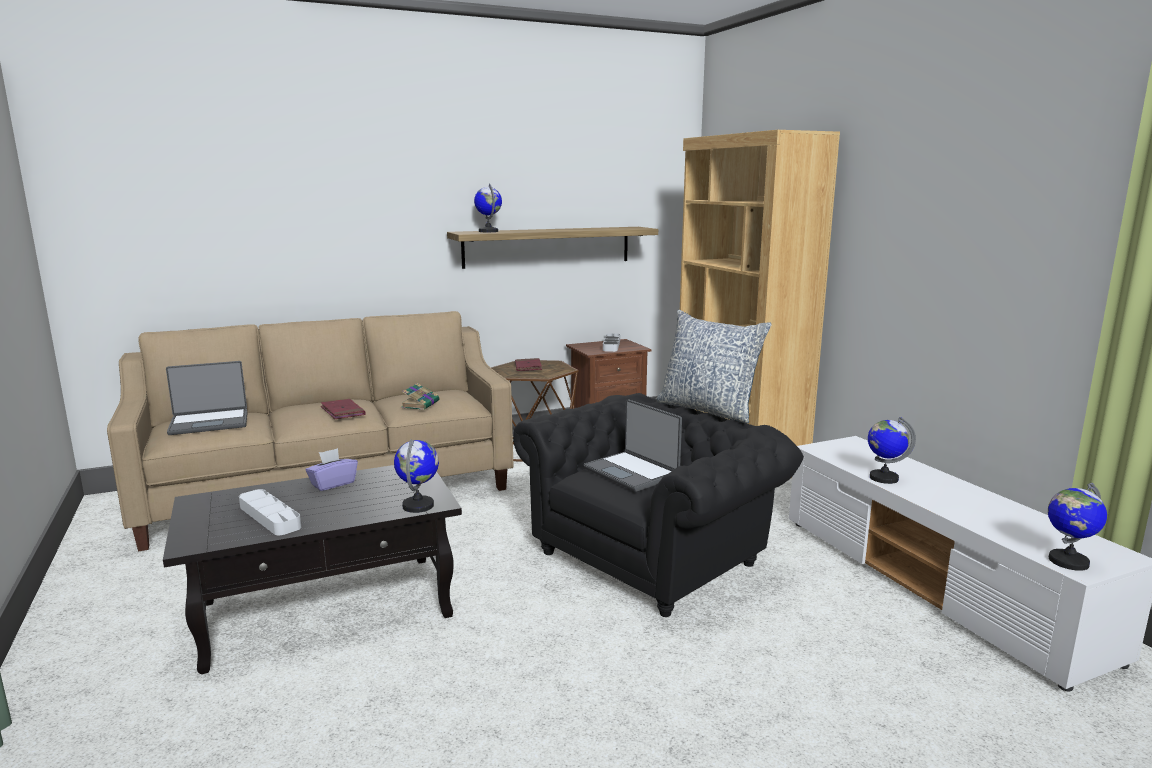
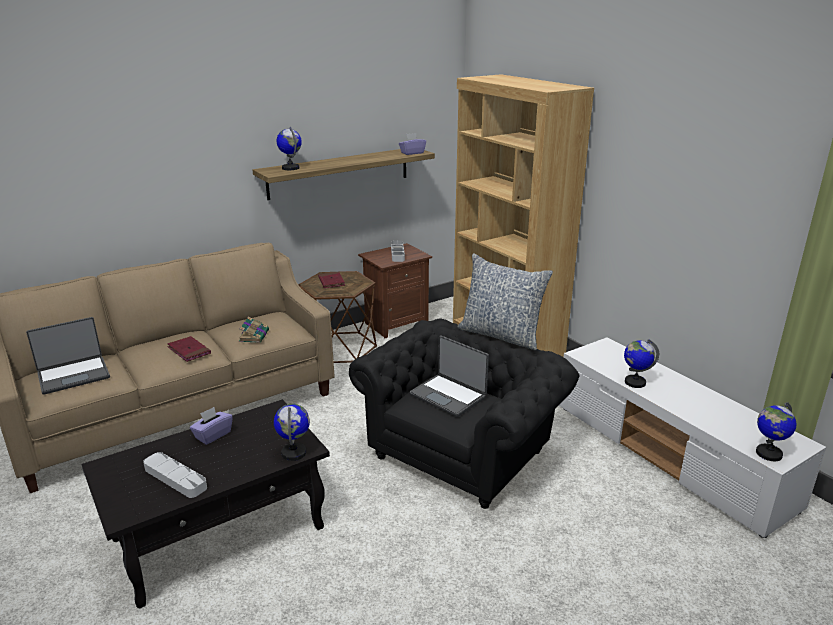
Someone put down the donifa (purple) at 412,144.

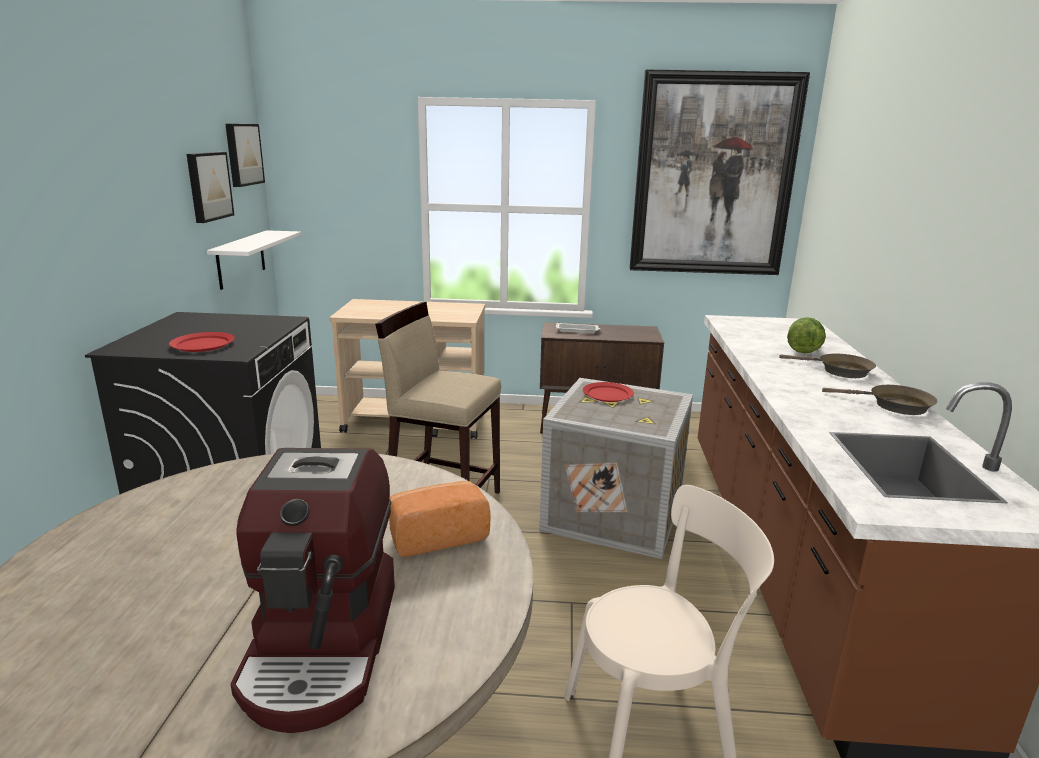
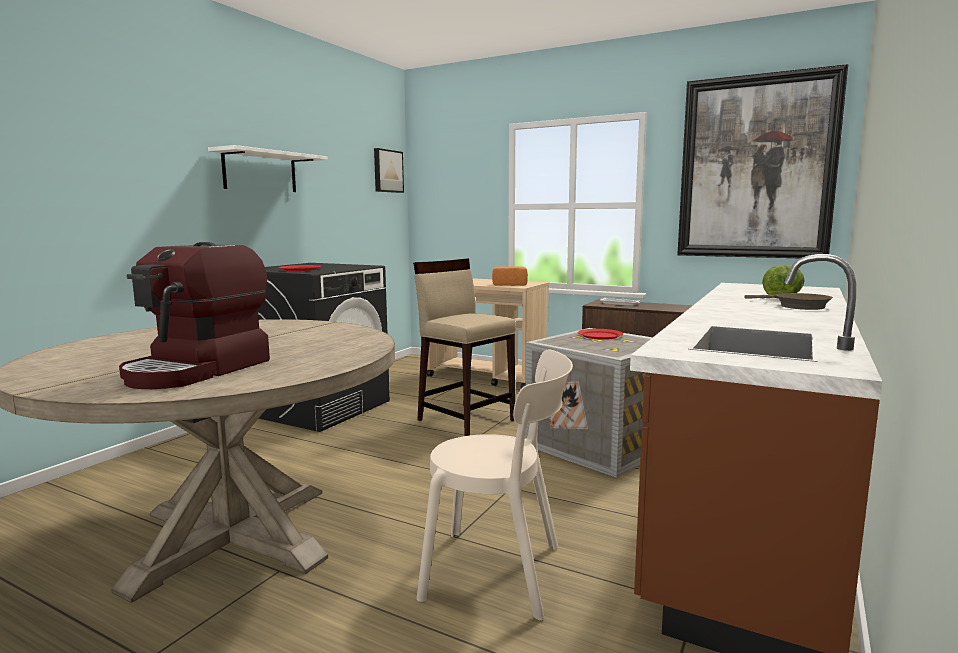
Someone took away the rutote at 210,187.
Someone took away the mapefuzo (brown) at 879,400.
Someone carried the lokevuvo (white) from 254,260 to 268,168.
Someone carried the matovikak from 440,519 to 510,276.

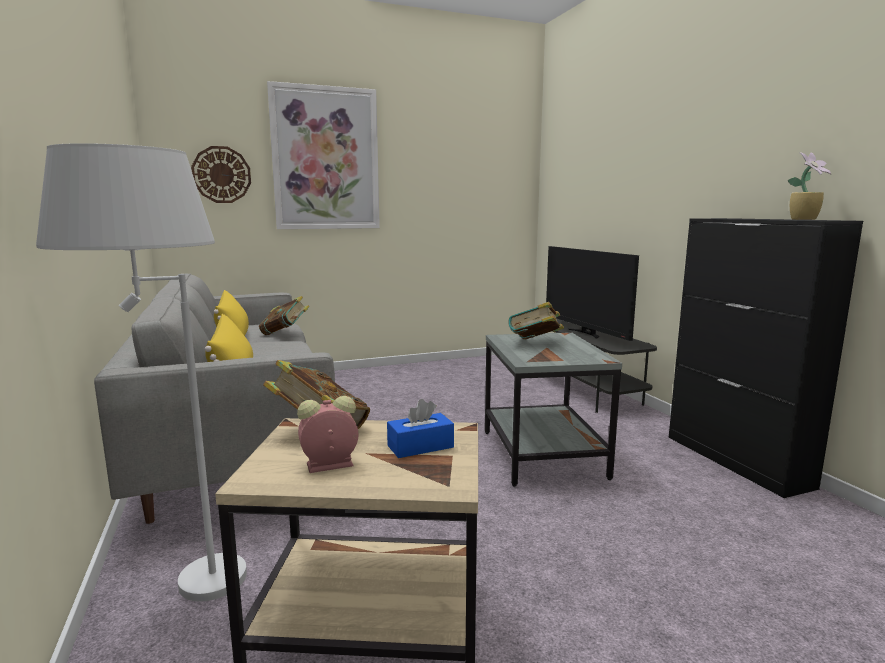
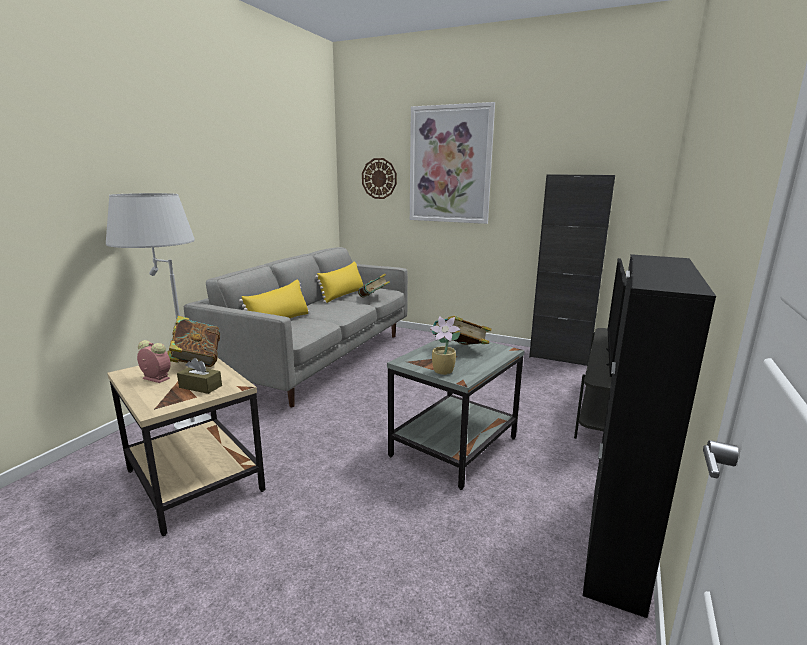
Someone put down the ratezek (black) at 572,270.
Someone carried the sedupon from 809,186 to 445,346.
Someone repainted the donifa (blue) at 420,428, which became the donifa (brown) at 199,376.

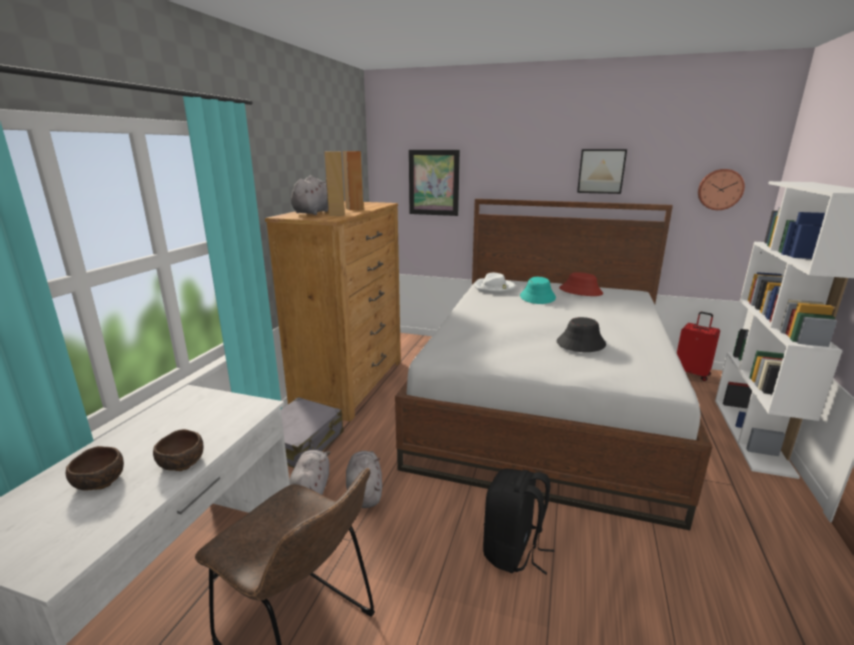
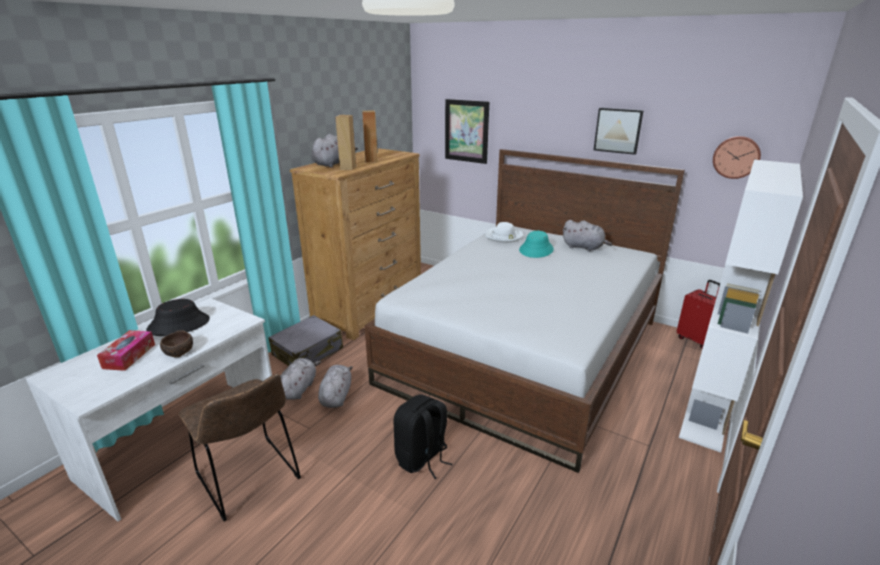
Someone carried the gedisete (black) from 581,334 to 178,317.
Someone swapped the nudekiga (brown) at 95,468 for the donifa at 126,350.
Someone swapped the gedisete (red) at 581,284 for the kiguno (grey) at 587,235.

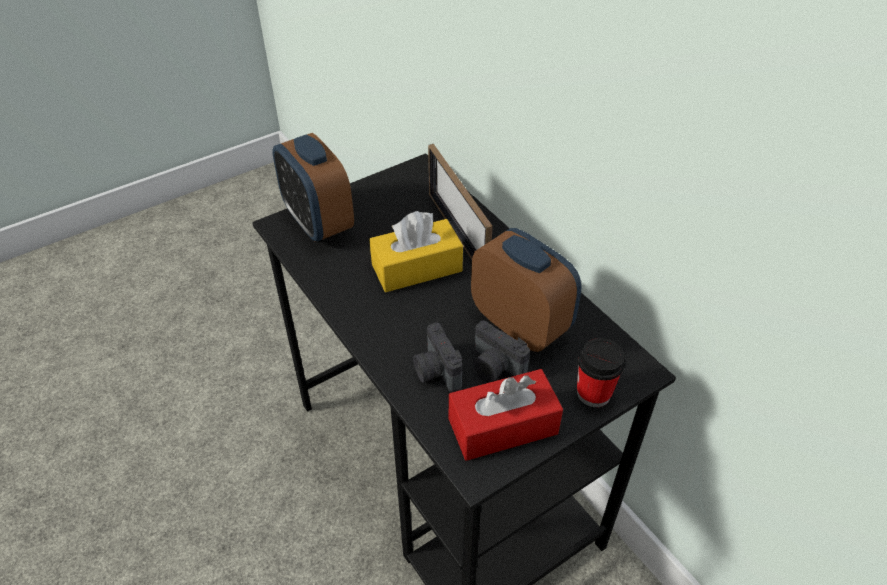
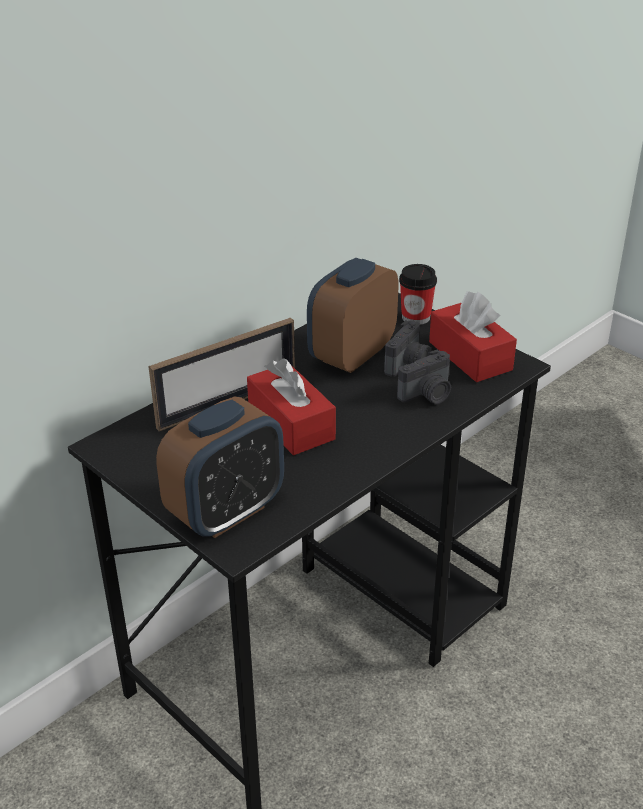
Someone repainted the donifa (yellow) at 416,251, which became the donifa (red) at 291,406.

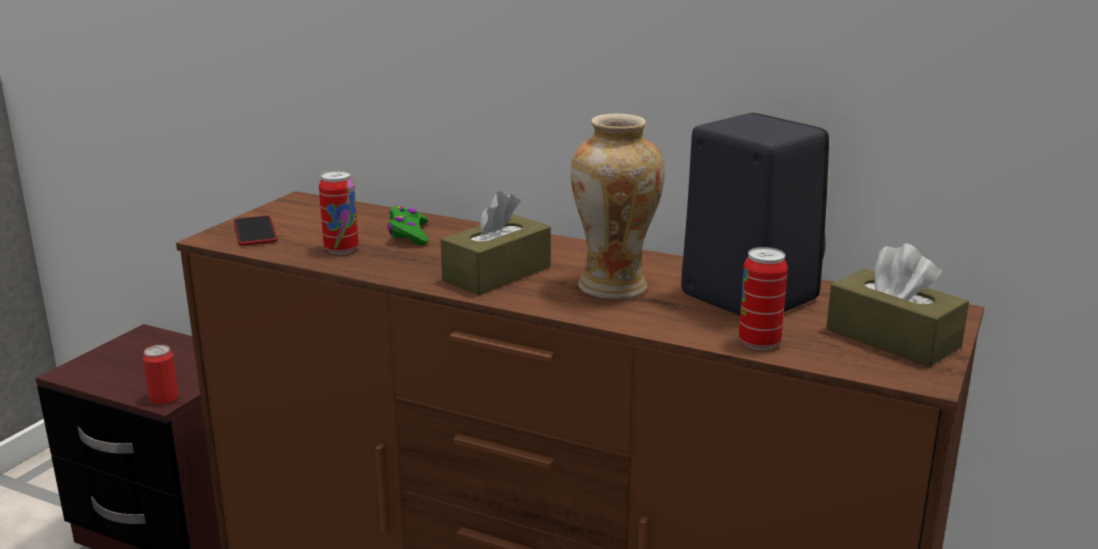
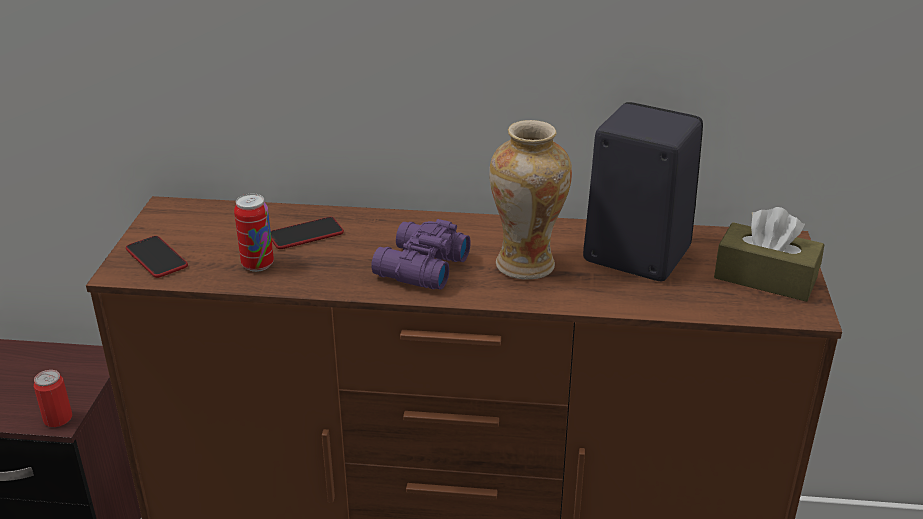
Someone took away the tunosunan at 763,298.
Someone swapped the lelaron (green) at 407,225 for the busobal at 307,233.
Someone swapped the donifa (brown) at 496,243 for the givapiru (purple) at 421,254.

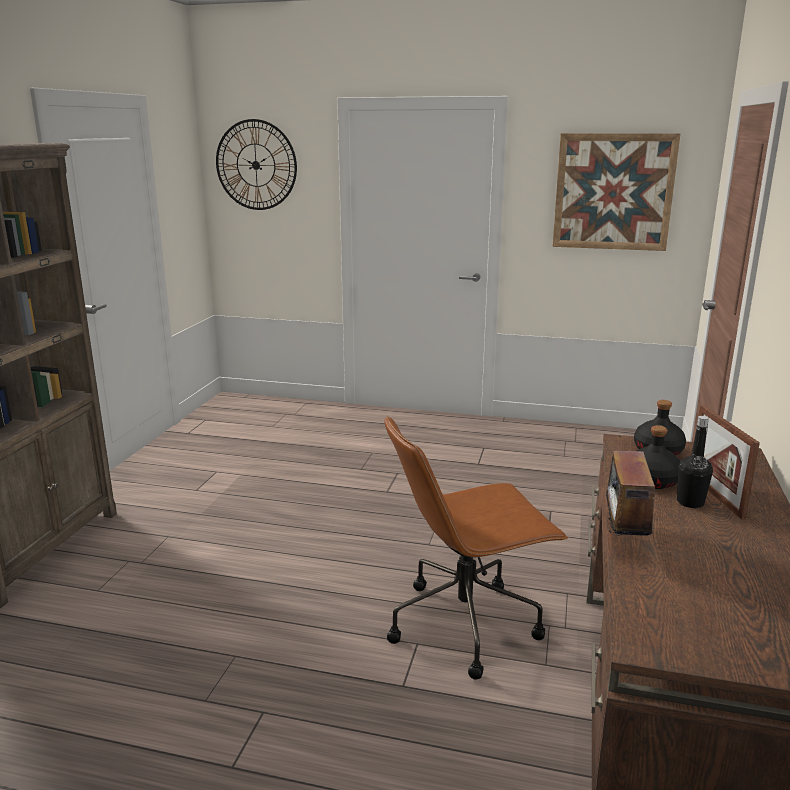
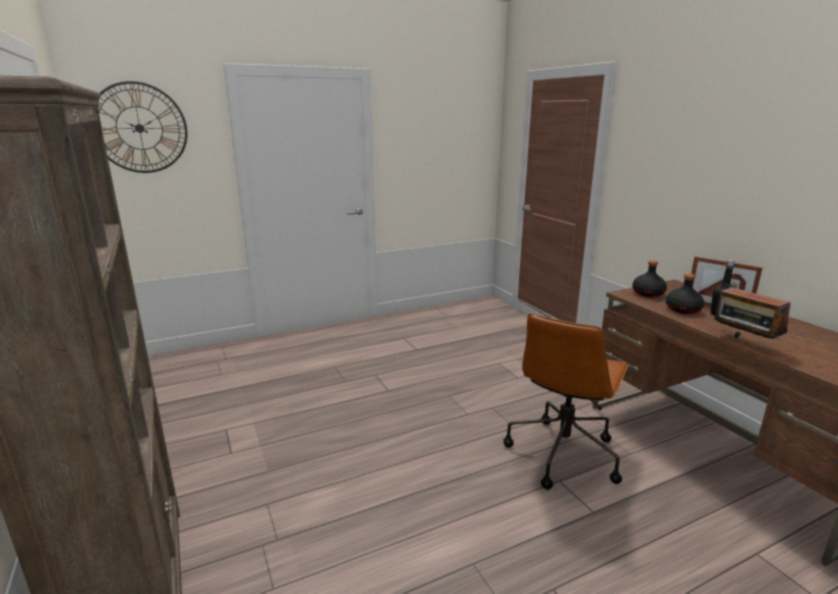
Someone took away the rutote at 616,192.

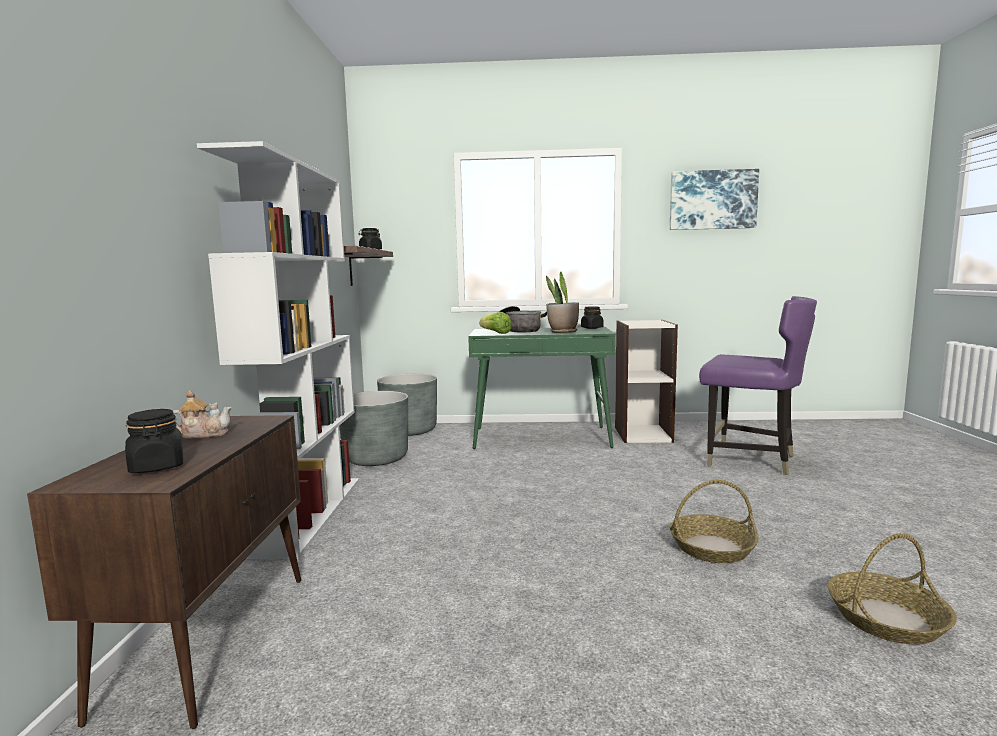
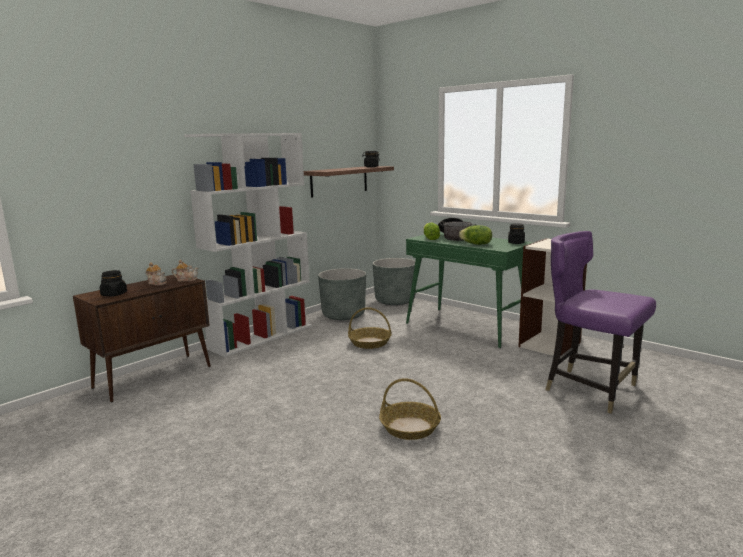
Someone took away the rutote at 714,199.
Someone put down the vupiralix at 185,270.
Someone carried the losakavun from 892,588 to 370,328.
Someone swapped the sedupon at 562,302 for the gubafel at 475,235.
Someone rotated the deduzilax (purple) at 758,385 by 150 degrees clockwise.

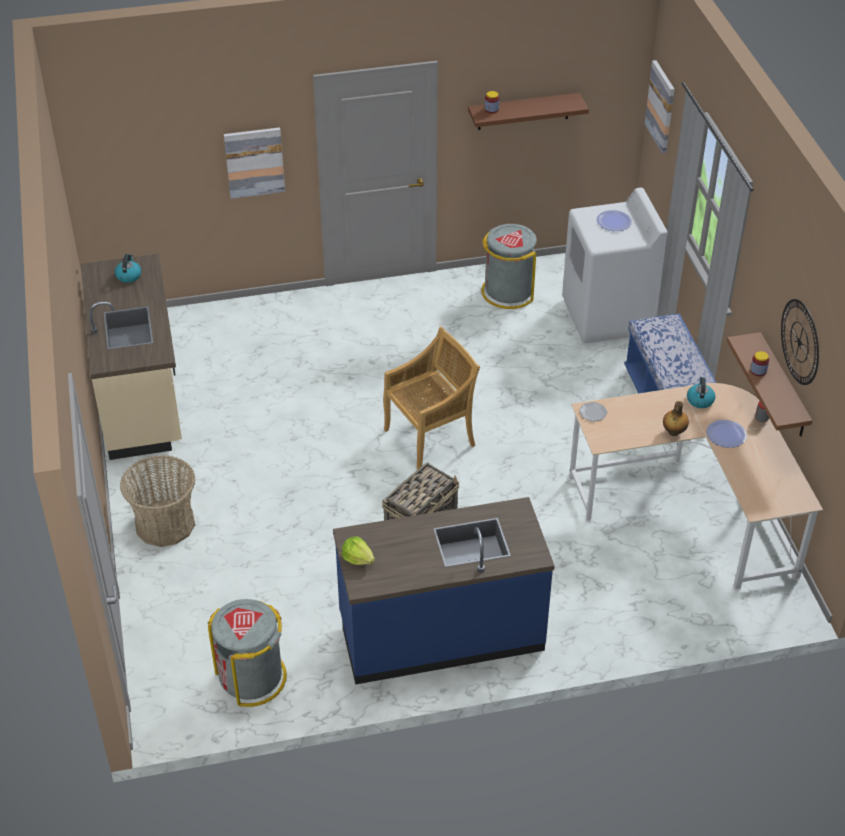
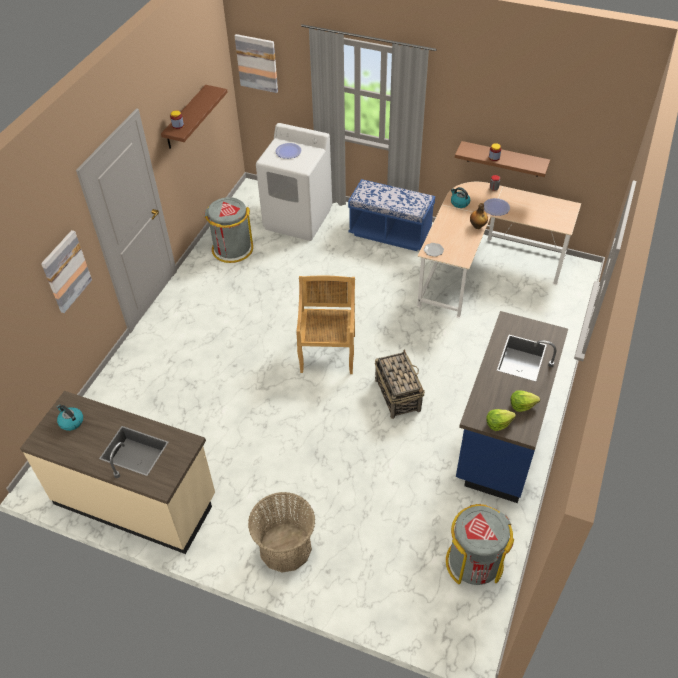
Someone took away the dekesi at 800,342.
Someone put down the gubafel at 525,401.

